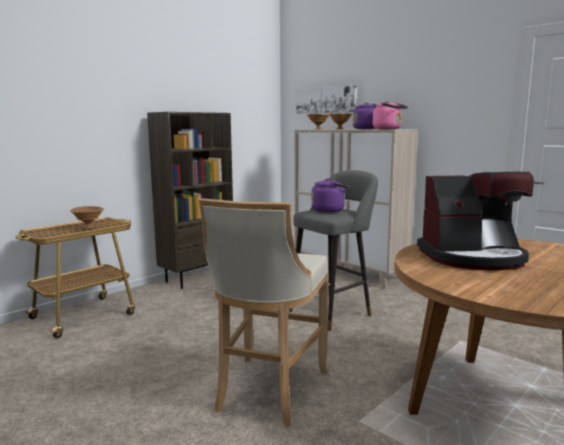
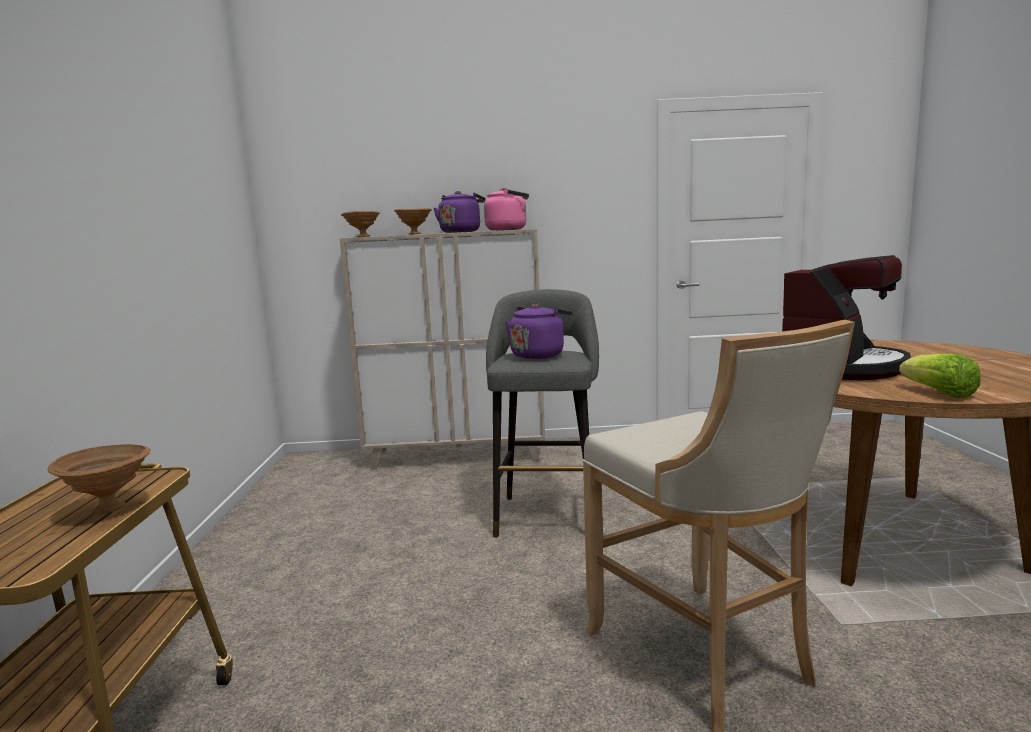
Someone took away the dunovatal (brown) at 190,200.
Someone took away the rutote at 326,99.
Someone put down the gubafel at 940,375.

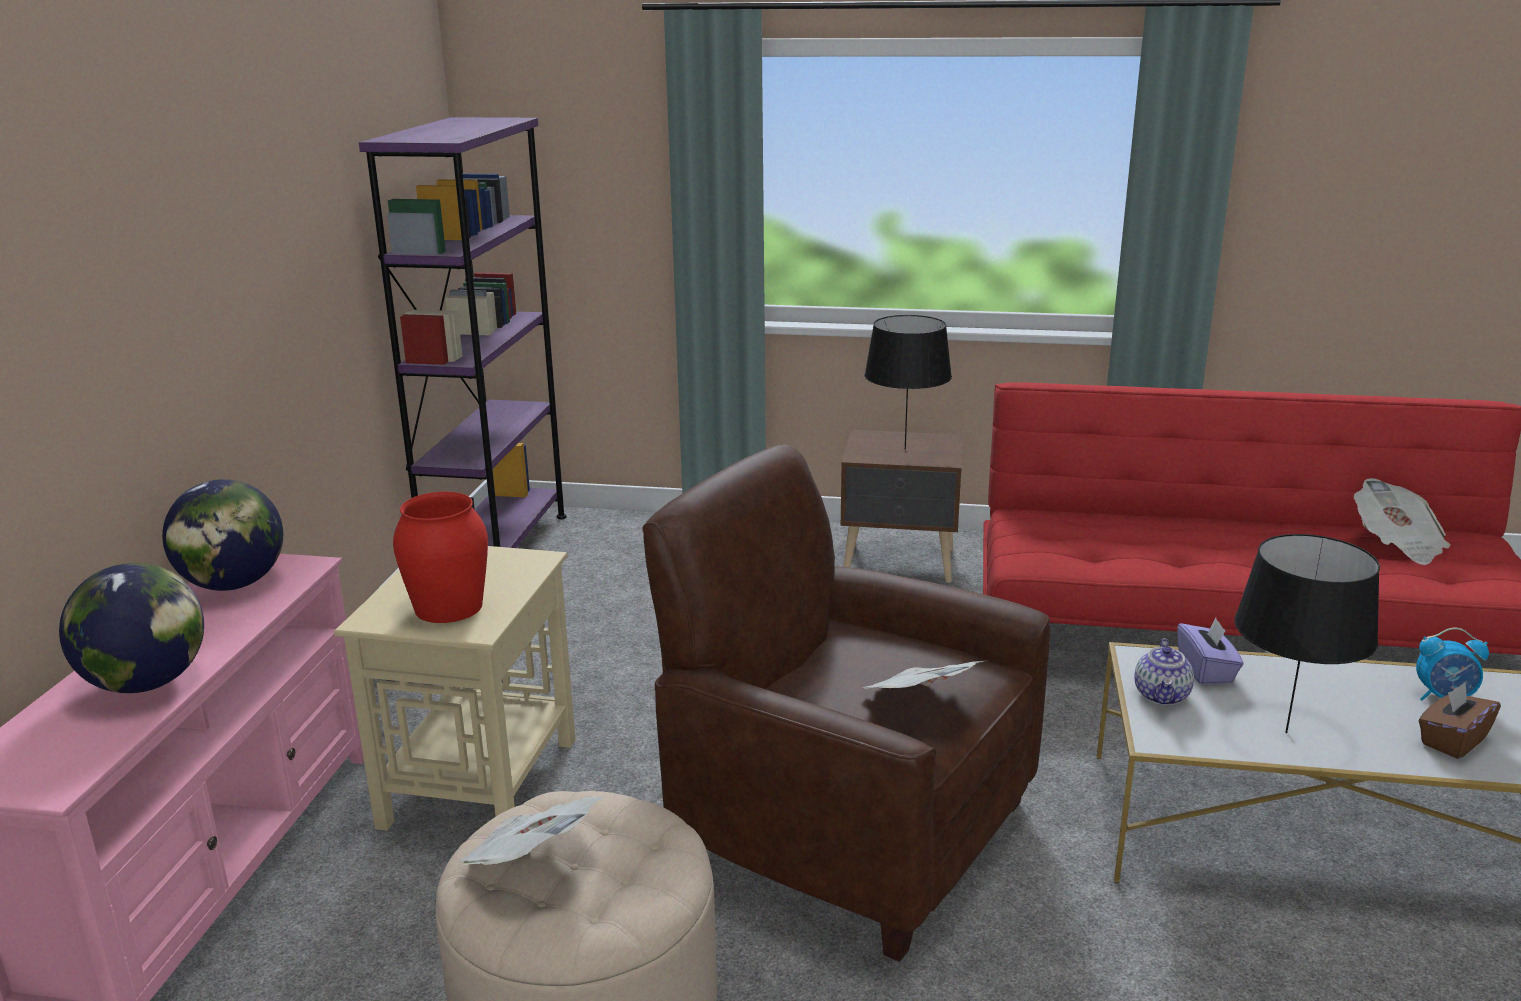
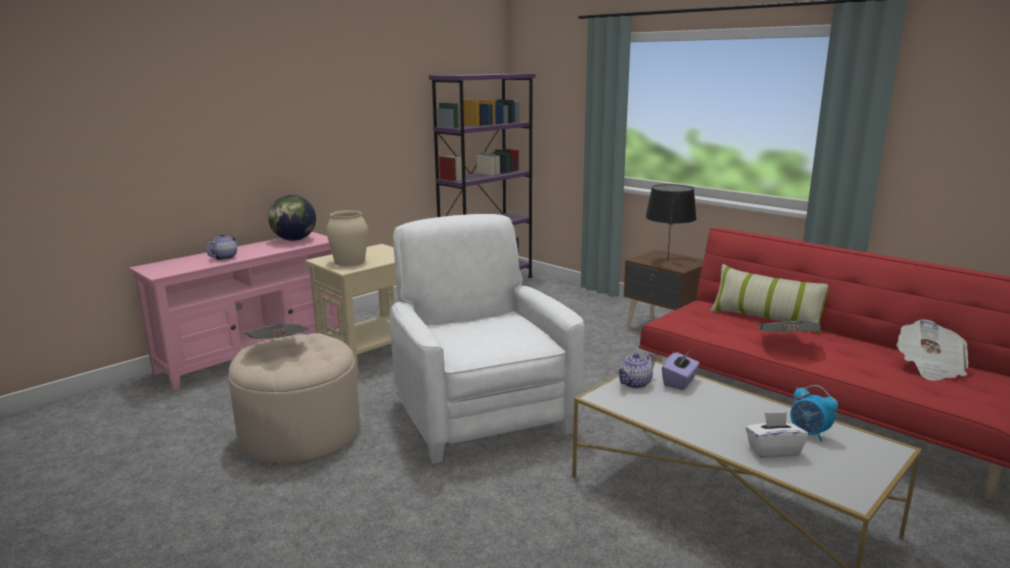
Someone took away the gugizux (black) at 1307,633.
Someone put down the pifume at 769,299.
Someone carried the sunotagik from 925,674 to 790,327.
Someone swapped the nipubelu at 131,628 for the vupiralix at 222,247.
Someone repainted the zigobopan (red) at 440,557, which became the zigobopan (beige) at 347,238.
Someone repainted the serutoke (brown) at 846,703, which became the serutoke (white) at 487,339.
Someone repainted the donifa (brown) at 1460,720, which became the donifa (white) at 776,435.

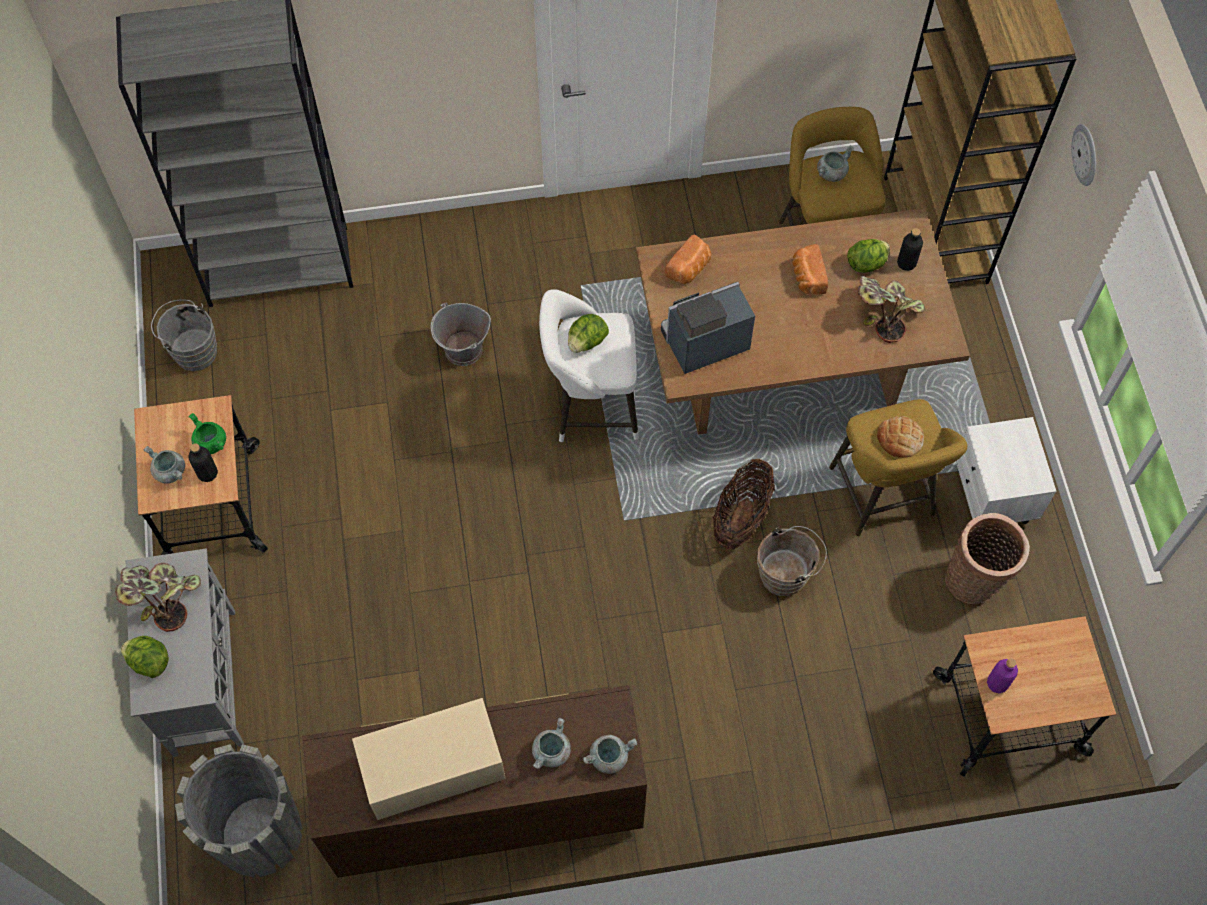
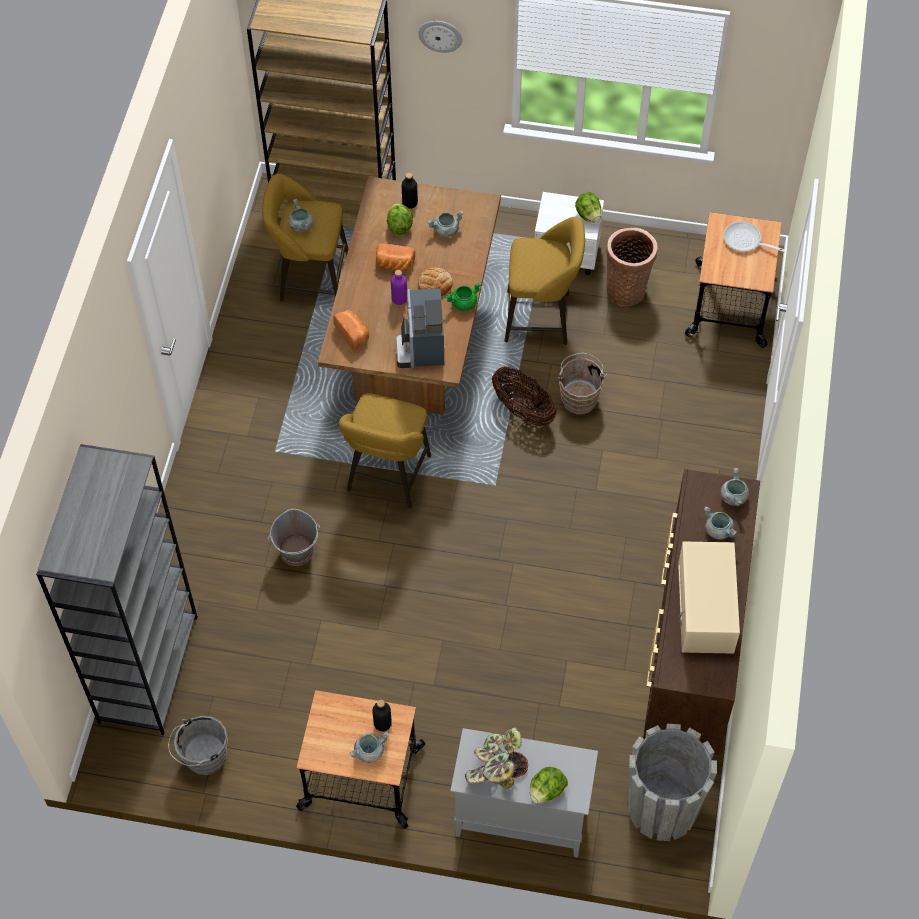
Someone put down the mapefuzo at 754,236.
Someone carried the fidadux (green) from 207,433 to 463,296.
Someone carried the gubafel from 588,333 to 588,207.
Someone carried the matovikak from 900,437 to 435,281.
Someone carried the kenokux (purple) from 1002,675 to 399,287.
Someone swapped the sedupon at 891,309 for the fidadux (grey) at 446,224.
Someone repainted the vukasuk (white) at 589,365, which became the vukasuk (yellow) at 385,450.

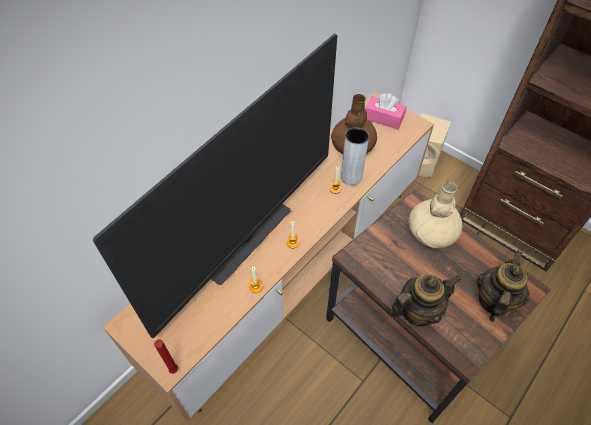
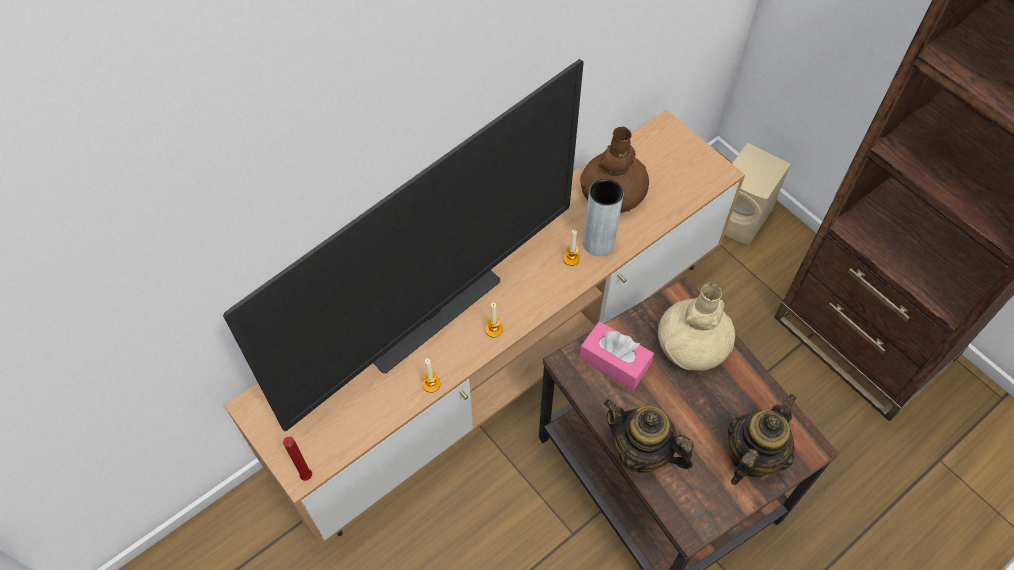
Someone carried the donifa (pink) from 386,111 to 616,355.
Someone rotated the vupiralix at 425,300 by 135 degrees counterclockwise.

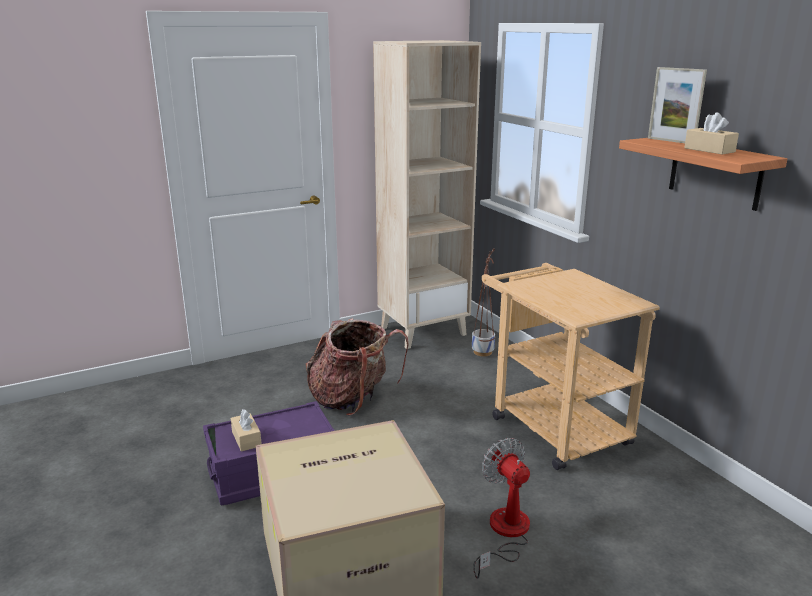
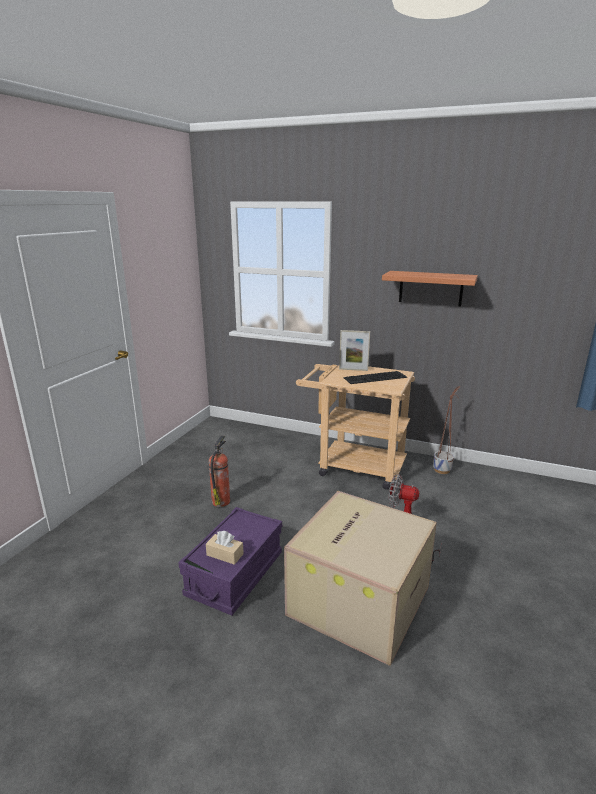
Someone took away the dunovatal (beige) at 427,194.
Someone took away the donifa (beige) at 711,133.
Someone put down the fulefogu at 375,377.
Someone carried the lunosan from 483,303 to 446,430.
Someone carried the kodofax from 677,105 to 354,350.
Someone swapped the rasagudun at 357,367 for the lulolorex at 219,471.

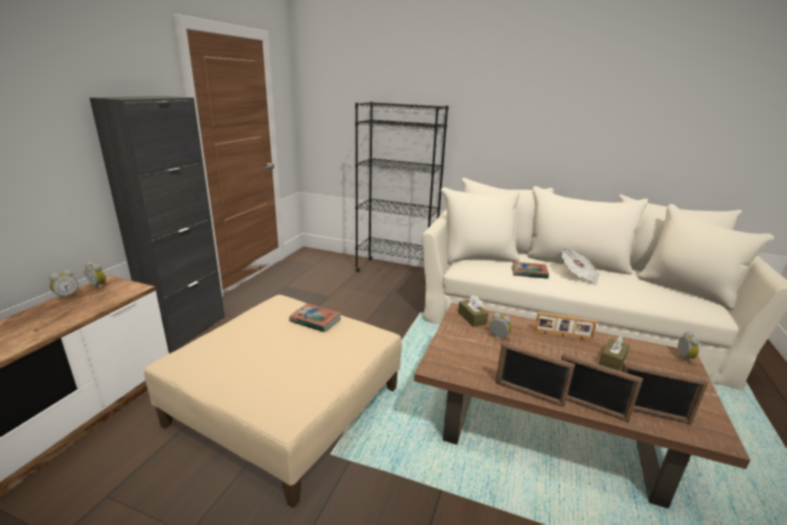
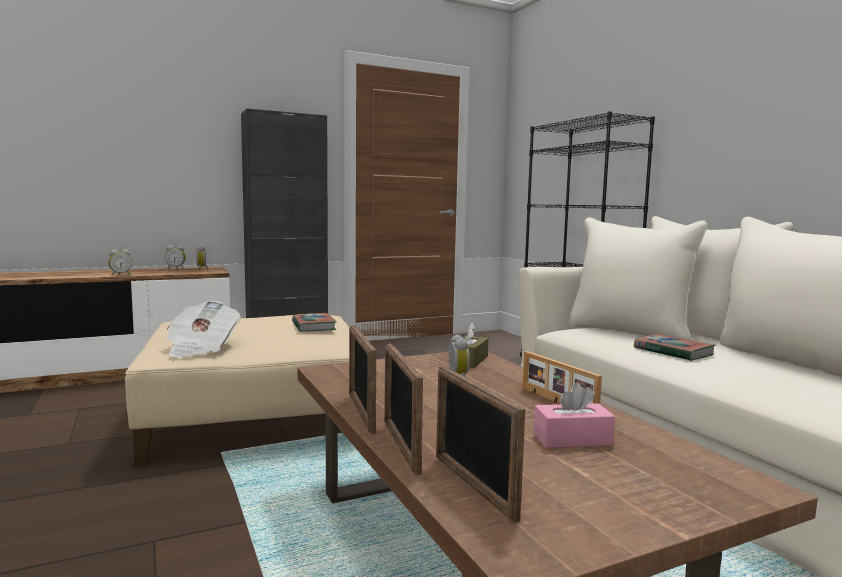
Someone carried the sunotagik from 580,266 to 203,329.
Someone carried the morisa from 688,347 to 120,262.
Someone repainted the donifa (brown) at 614,353, which became the donifa (pink) at 574,415.

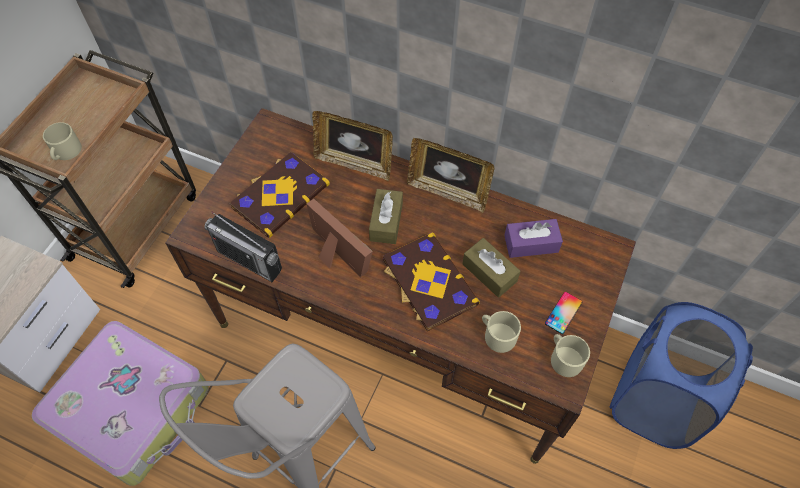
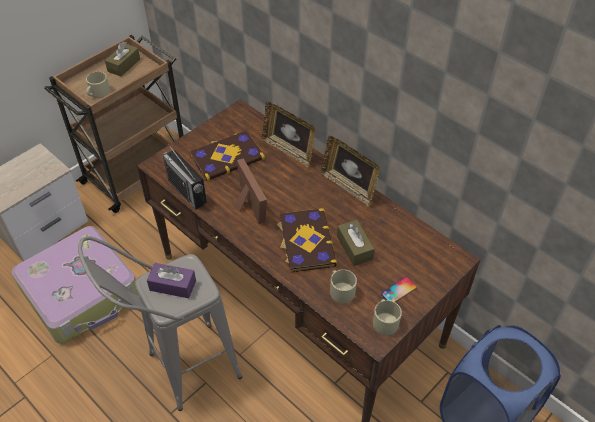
Someone carried the donifa (brown) from 386,216 to 122,59.
Someone carried the donifa (purple) from 533,238 to 171,280.

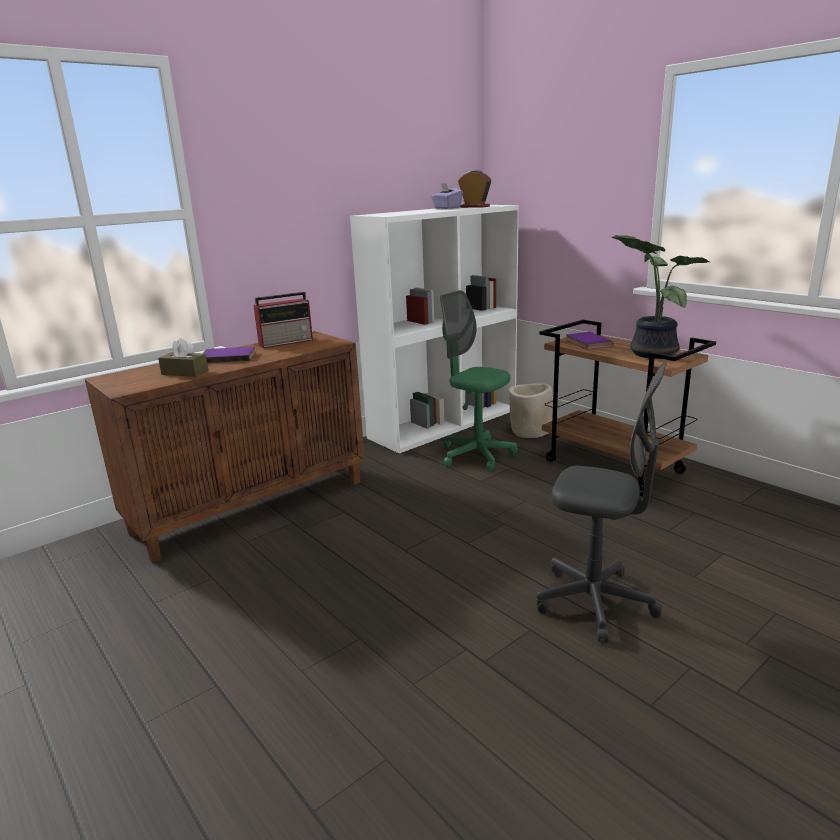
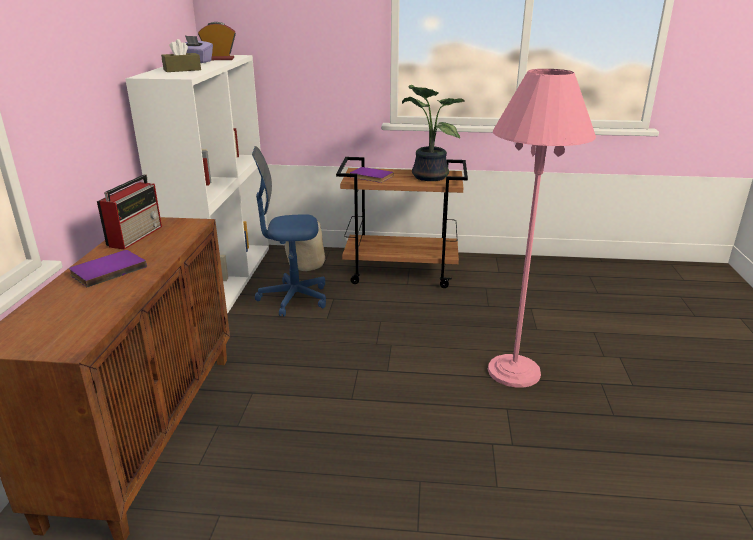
Someone carried the donifa (brown) from 183,357 to 181,55.
Someone swapped the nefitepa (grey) at 601,502 for the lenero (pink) at 542,228.
Someone repainted the nefitepa (green) at 478,381, which became the nefitepa (blue) at 289,231.

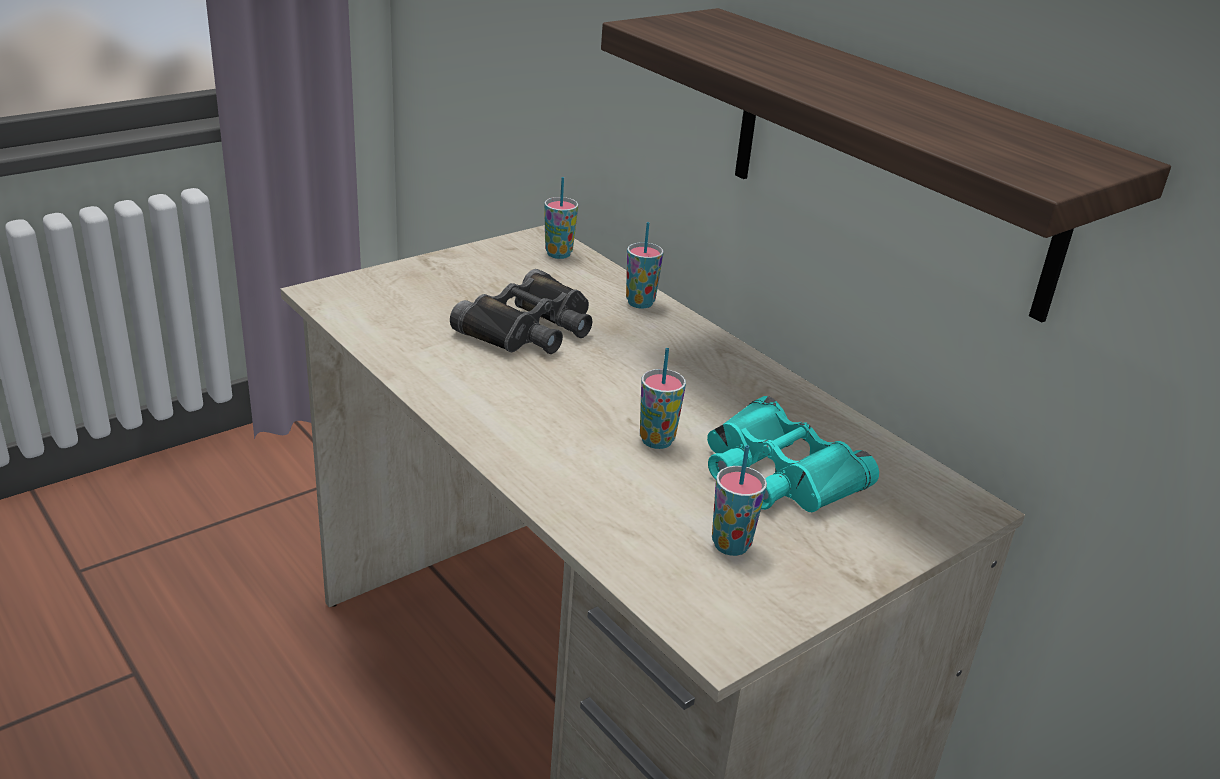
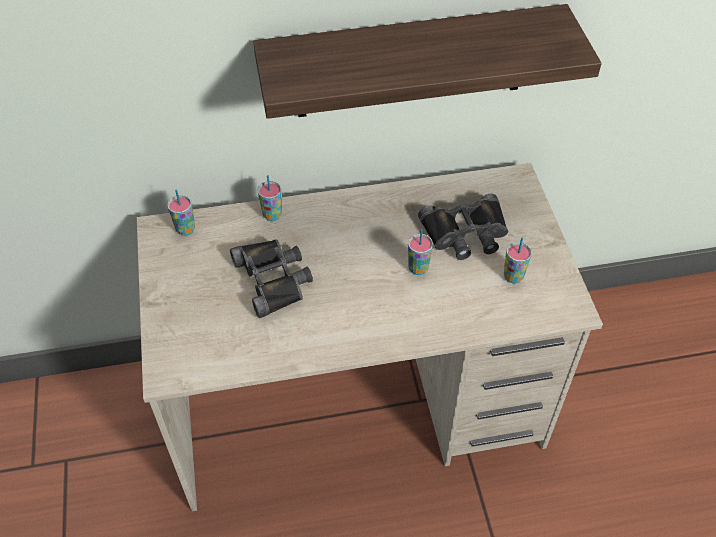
Someone repainted the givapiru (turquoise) at 793,454, which became the givapiru (black) at 463,227.

